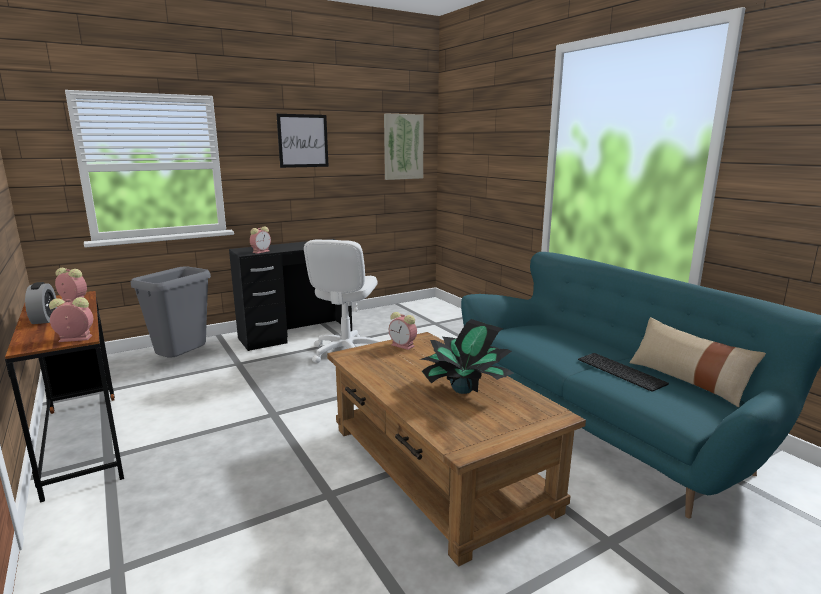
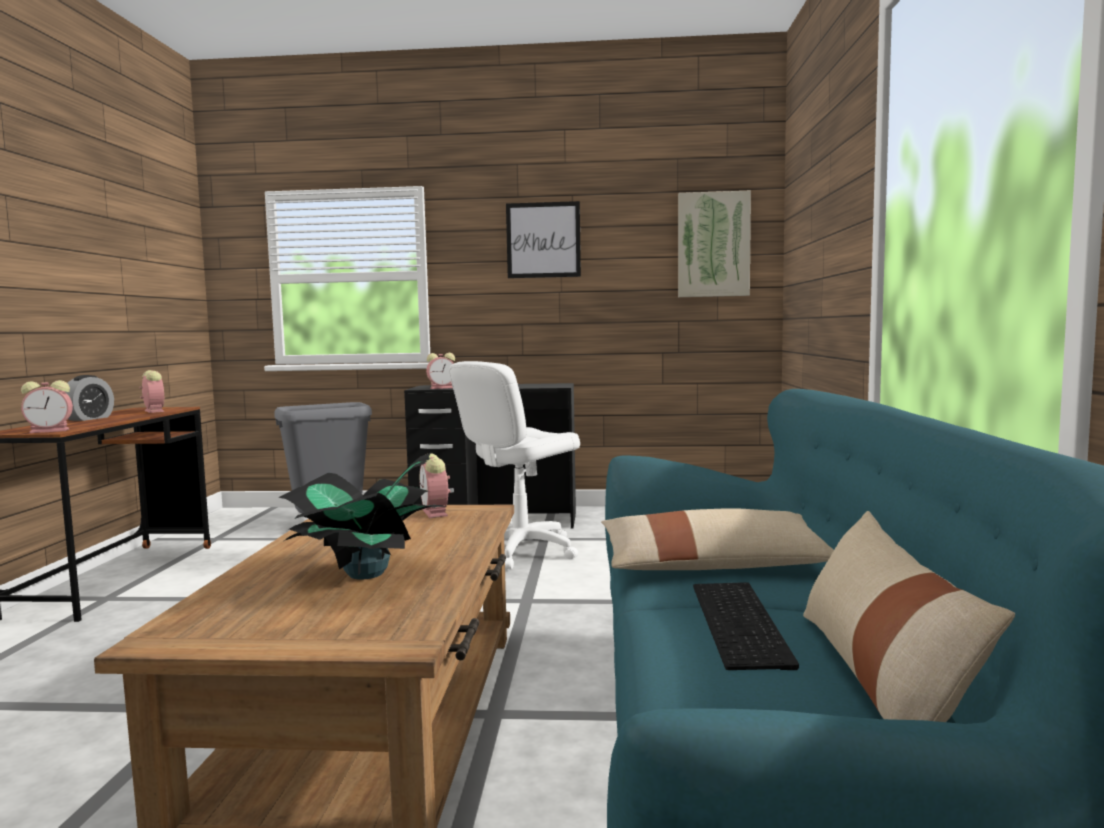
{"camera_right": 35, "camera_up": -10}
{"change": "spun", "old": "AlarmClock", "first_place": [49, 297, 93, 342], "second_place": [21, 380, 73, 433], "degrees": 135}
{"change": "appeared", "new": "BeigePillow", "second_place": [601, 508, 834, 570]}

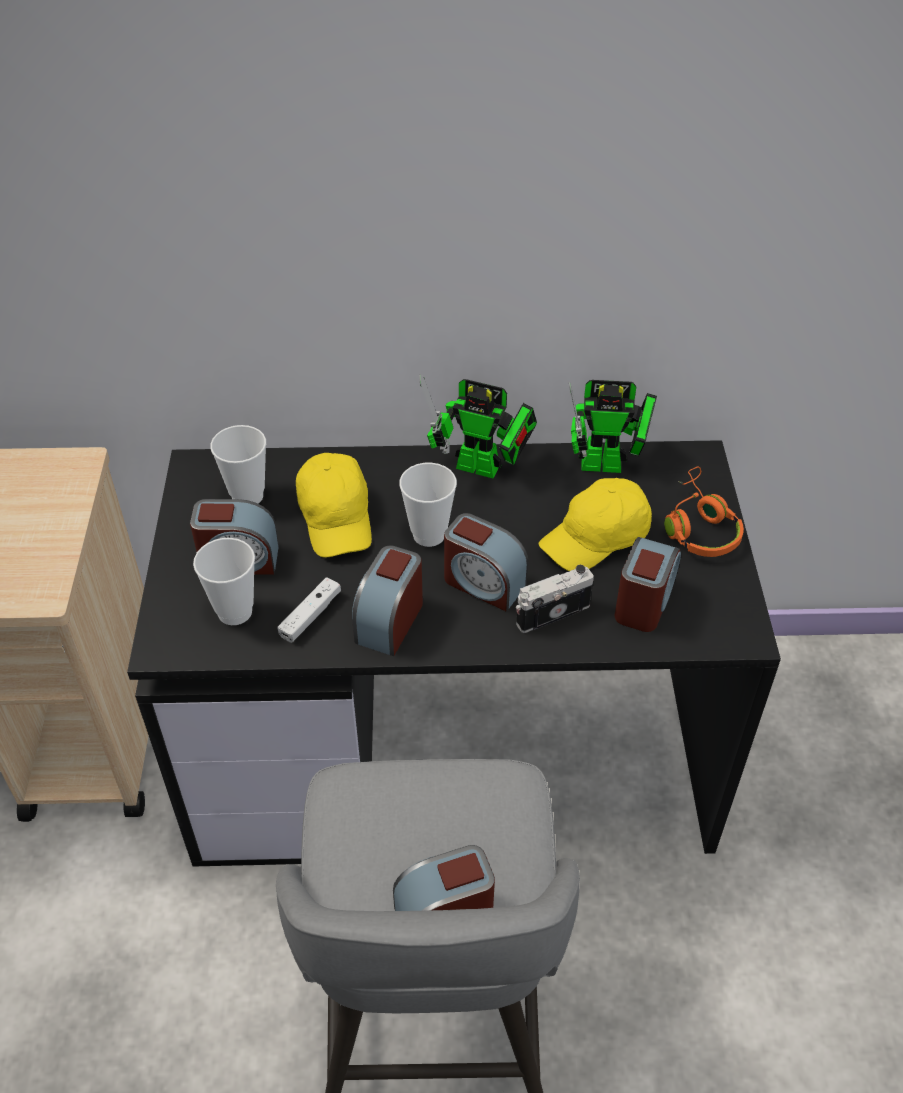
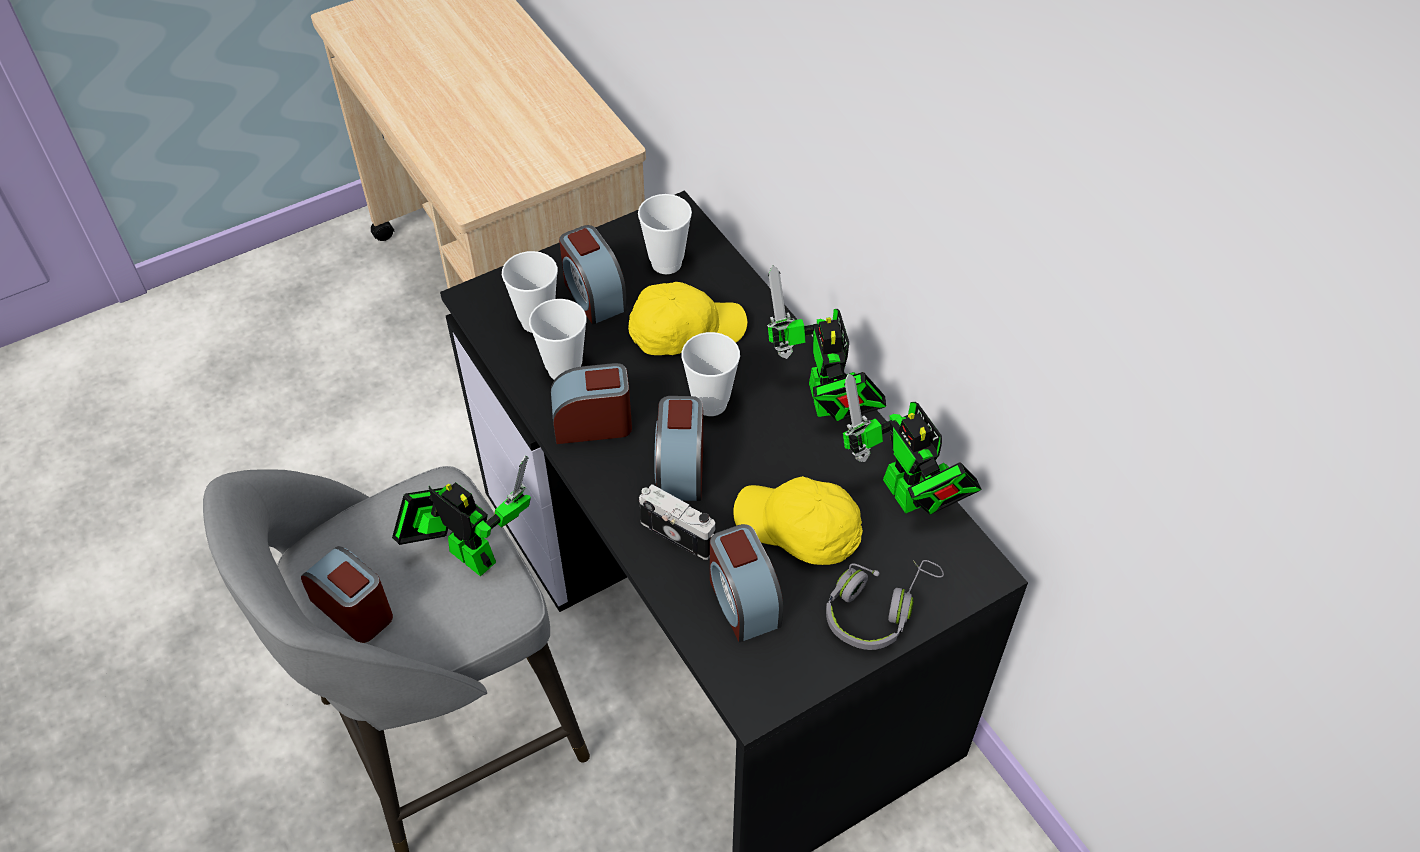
{"camera_right": 60, "camera_up": 5}
{"change": "spun", "old": "YellowCap", "first_place": [296, 453, 372, 558], "second_place": [628, 282, 747, 355], "degrees": -150}
{"change": "colour", "old": "OrangeHeadphones", "new": "GreyHeadphones", "first_place": [664, 467, 744, 557], "second_place": [826, 560, 944, 650]}
{"change": "spun", "old": "AlarmClock", "first_place": [615, 537, 681, 632], "second_place": [710, 524, 783, 642], "degrees": 75}
{"change": "exchanged", "old": "WhiteGameController", "new": "Cup", "first_place": [277, 577, 341, 643], "second_place": [529, 299, 587, 380]}
{"change": "appeared", "new": "ToyRobot", "second_place": [392, 456, 531, 577]}

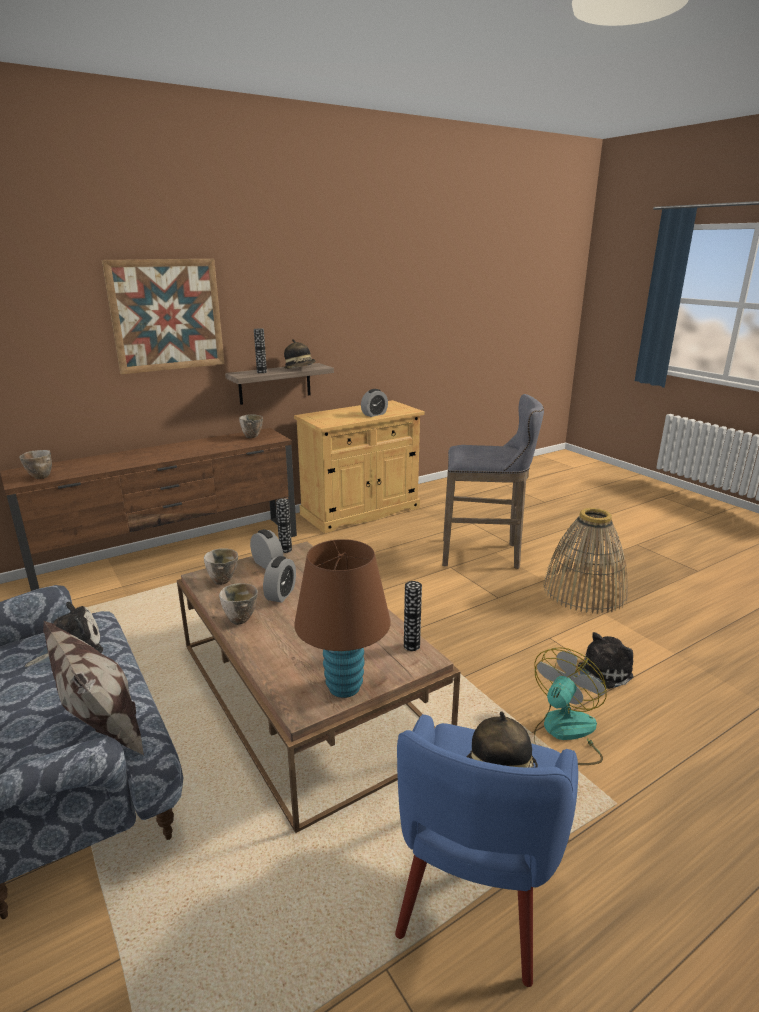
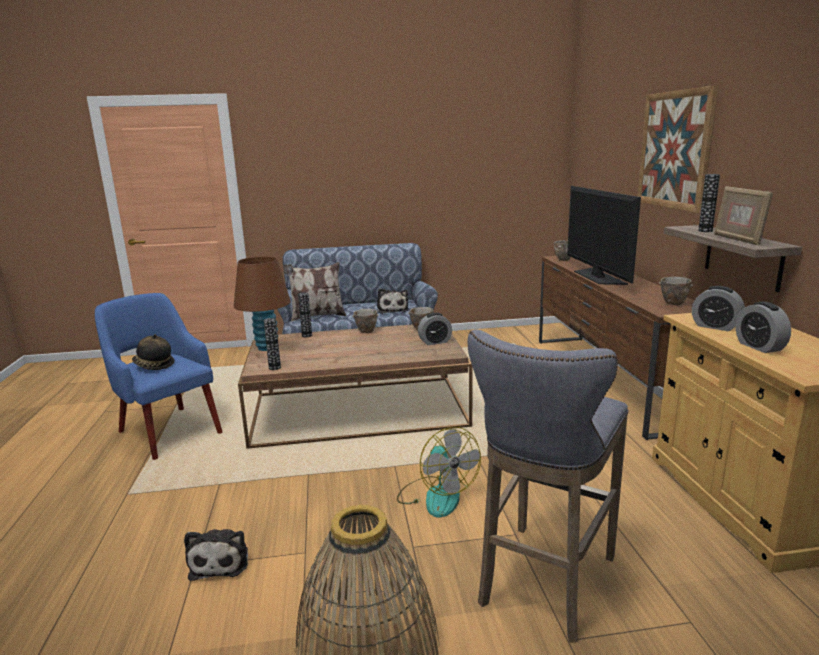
{"camera_right": 115, "camera_up": -5}
{"change": "exchanged", "old": "Hat", "new": "PictureFrame", "first_place": [284, 339, 315, 369], "second_place": [714, 186, 773, 245]}
{"change": "relocated", "old": "Vase", "first_place": [276, 498, 292, 553], "second_place": [298, 292, 312, 337]}
{"change": "relocated", "old": "AlarmClock", "first_place": [263, 556, 296, 603], "second_place": [692, 286, 745, 331]}
{"change": "relocated", "old": "Fan", "first_place": [534, 647, 607, 765], "second_place": [397, 427, 481, 518]}
{"change": "appeared", "new": "Television", "second_place": [567, 186, 641, 285]}

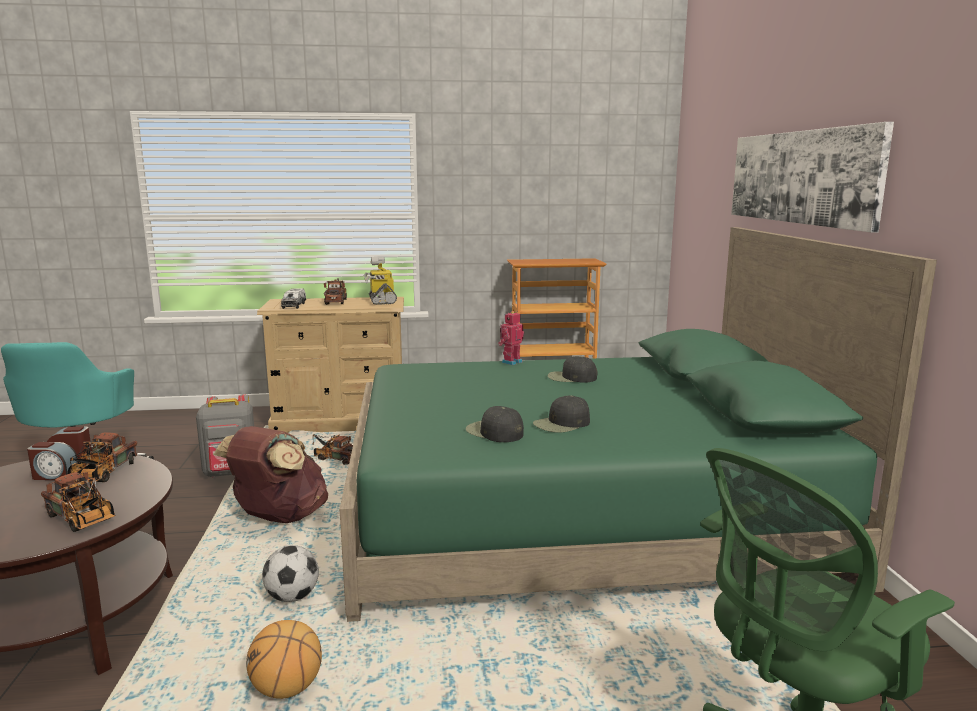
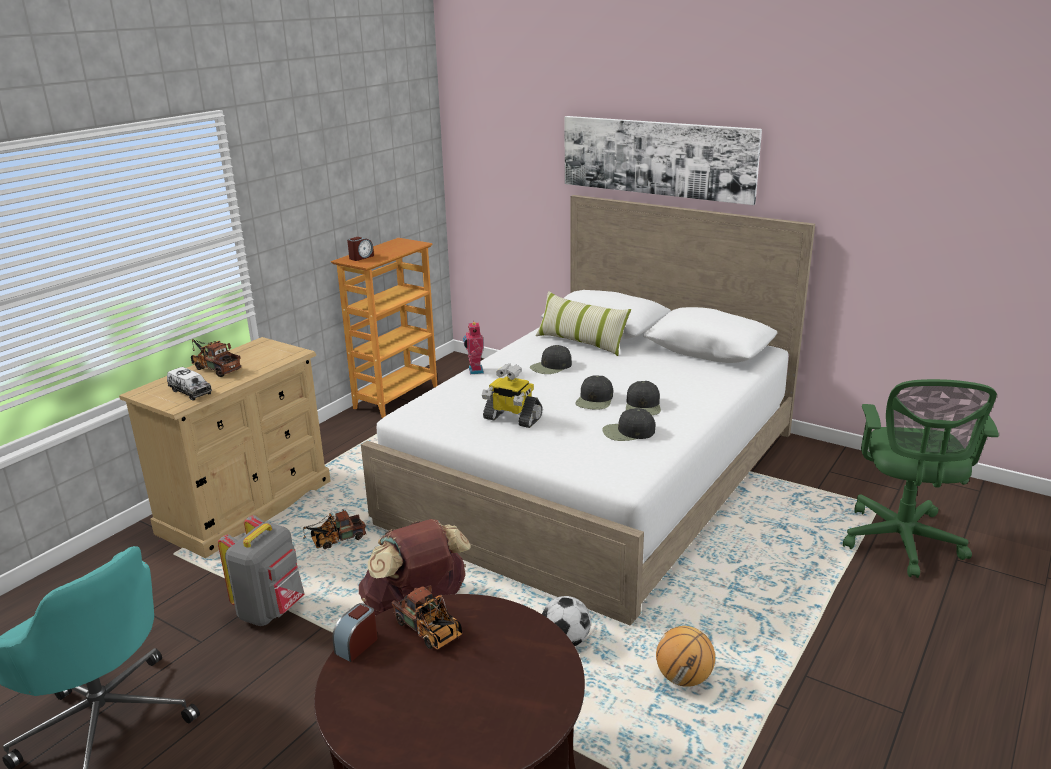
{"camera_right": -50, "camera_up": 10}
{"change": "colour", "old": "GreenBed", "new": "WhiteBed", "first_place": [340, 227, 937, 622], "second_place": [361, 195, 815, 626]}
{"change": "relocated", "old": "ToyRobot", "first_place": [364, 257, 397, 305], "second_place": [482, 364, 543, 428]}
{"change": "relocated", "old": "AlarmClock", "first_place": [27, 442, 78, 480], "second_place": [347, 237, 374, 261]}
{"change": "missing", "old": "ToyTruck", "first_place": [41, 472, 115, 532]}
{"change": "appeared", "new": "Pillow", "second_place": [535, 291, 631, 356]}
{"change": "appeared", "new": "BlackCap", "second_place": [575, 376, 613, 410]}

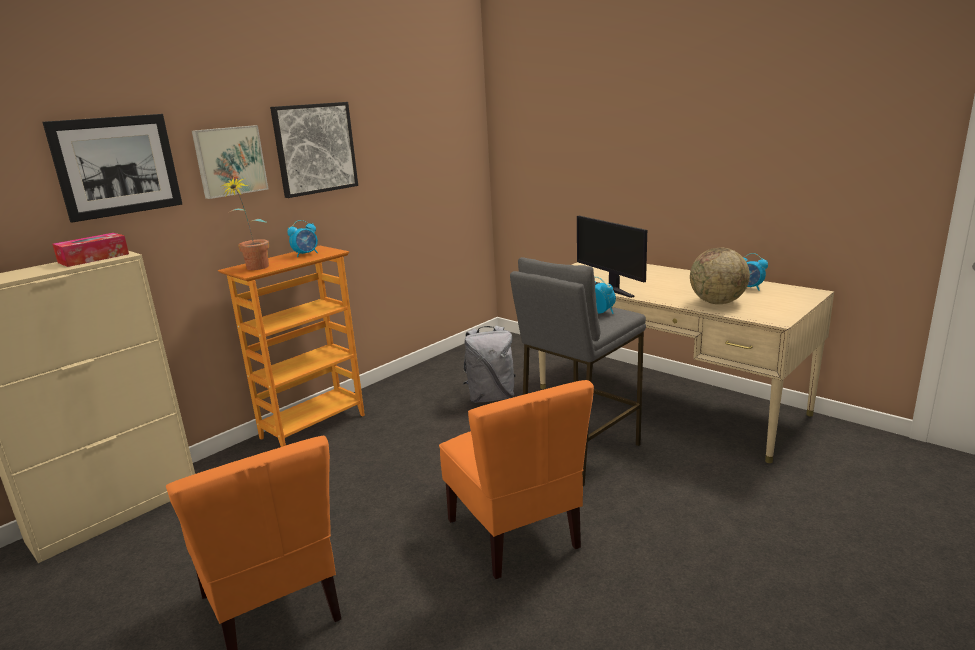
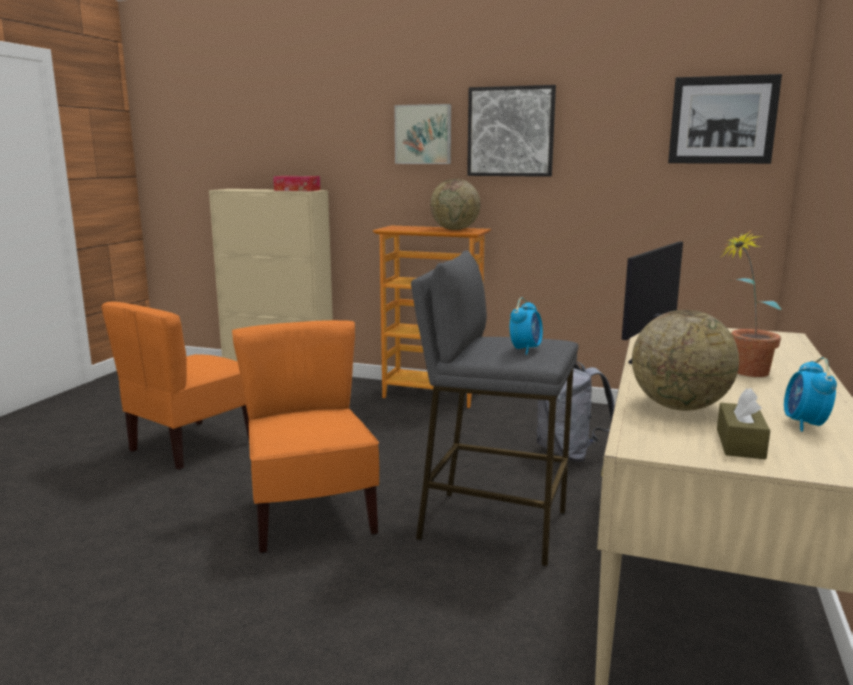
{"camera_right": 65, "camera_up": -5}
{"change": "relocated", "old": "Picture", "first_place": [42, 114, 182, 223], "second_place": [668, 74, 782, 164]}
{"change": "relocated", "old": "PottedPlant", "first_place": [222, 176, 269, 270], "second_place": [721, 230, 781, 377]}
{"change": "exchanged", "old": "AlarmClock", "new": "Globe", "first_place": [287, 220, 318, 257], "second_place": [430, 179, 481, 230]}
{"change": "spun", "old": "OrangeChair", "first_place": [439, 380, 594, 579], "second_place": [232, 320, 379, 553], "degrees": 120}
{"change": "appeared", "new": "BrownTissueBox", "second_place": [717, 388, 770, 459]}

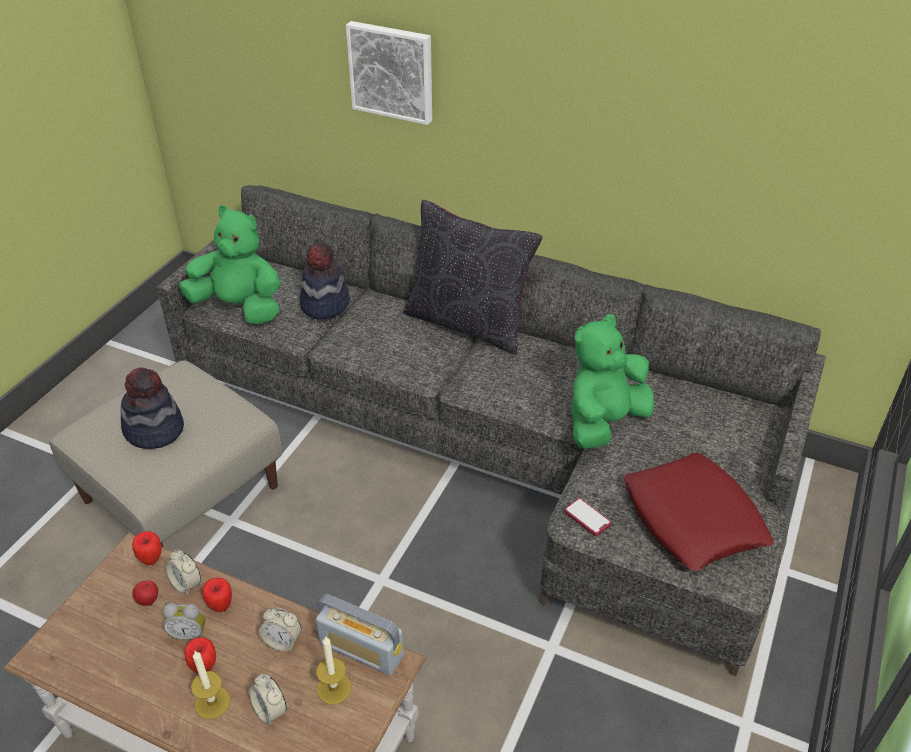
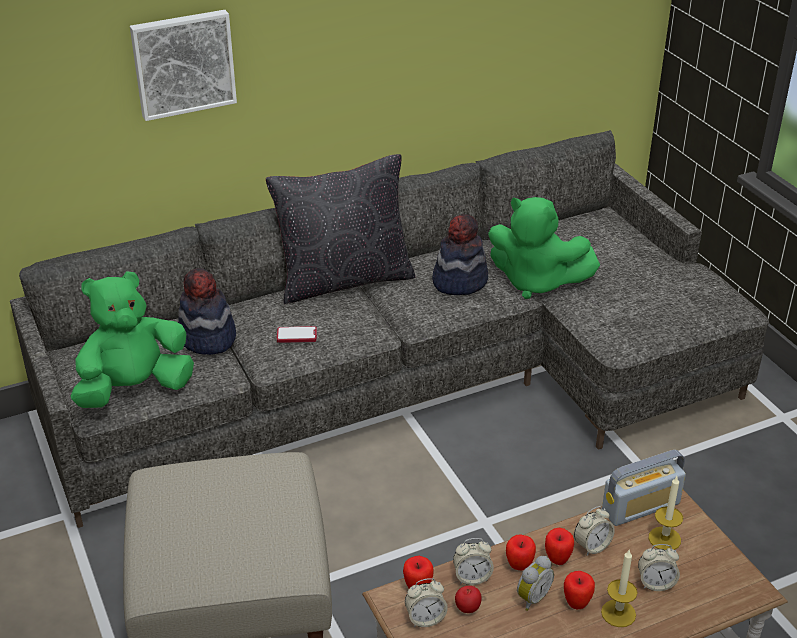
{"camera_right": -50, "camera_up": -5}
{"change": "spun", "old": "GreenPlushToy", "first_place": [571, 314, 654, 449], "second_place": [488, 197, 600, 299], "degrees": -60}
{"change": "relocated", "old": "Hat", "first_place": [120, 368, 184, 449], "second_place": [432, 214, 488, 295]}
{"change": "missing", "old": "RedPillow", "first_place": [624, 453, 774, 571]}
{"change": "relocated", "old": "Phone", "first_place": [564, 498, 611, 536], "second_place": [277, 326, 317, 343]}
{"change": "appeared", "new": "Apple", "second_place": [545, 528, 574, 565]}
{"change": "appeared", "new": "AlarmClock", "second_place": [405, 578, 448, 627]}

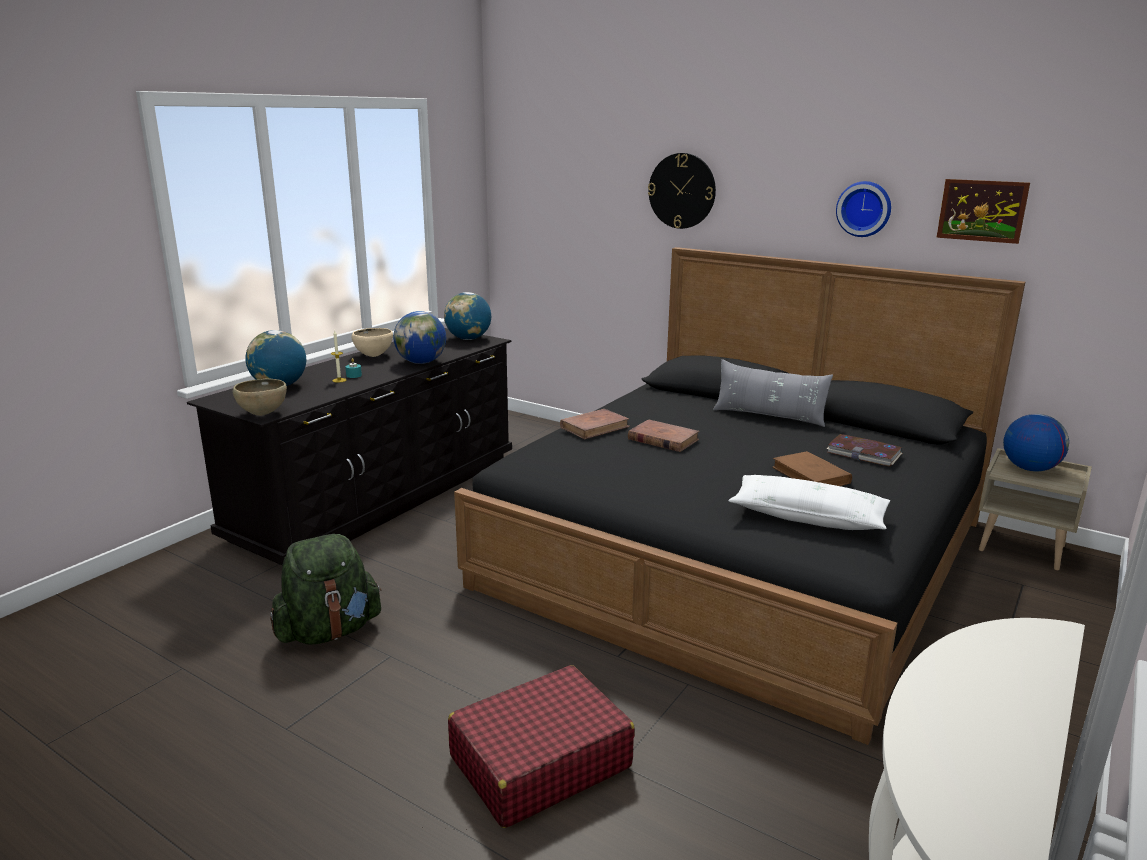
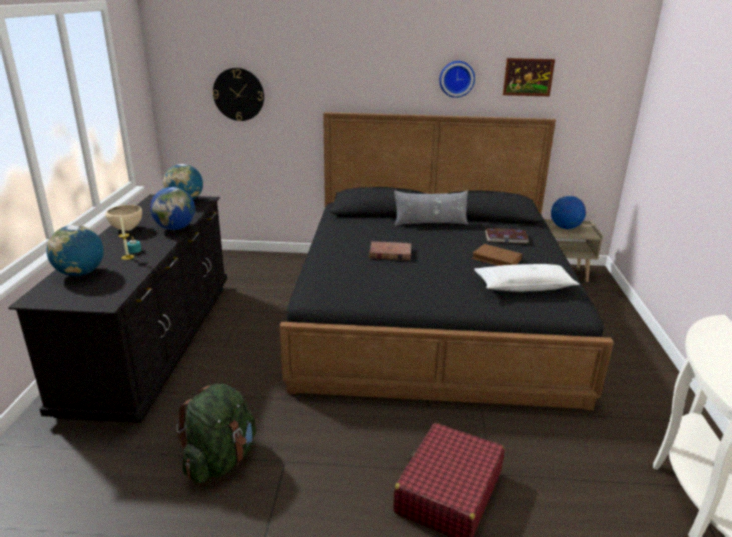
{"camera_right": -30, "camera_up": 5}
{"change": "relocated", "old": "WallClock", "first_place": [648, 153, 716, 229], "second_place": [213, 68, 264, 121]}
{"change": "missing", "old": "BrownBowl", "first_place": [233, 379, 287, 416]}
{"change": "missing", "old": "BrownBook", "first_place": [560, 409, 630, 439]}

